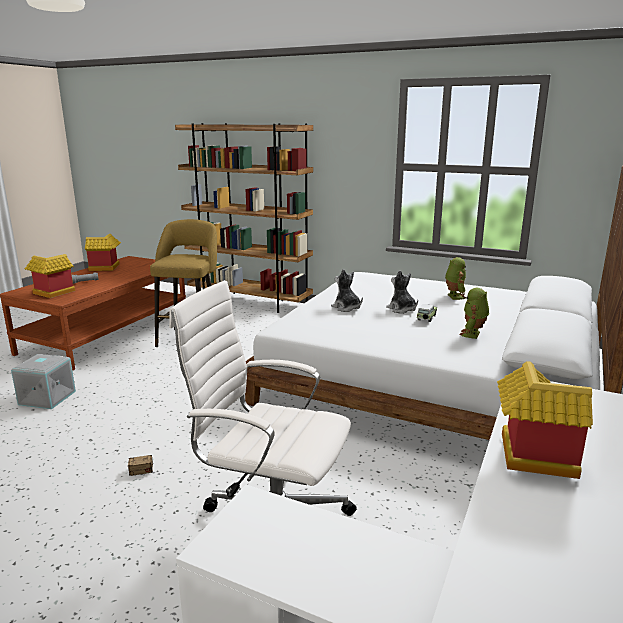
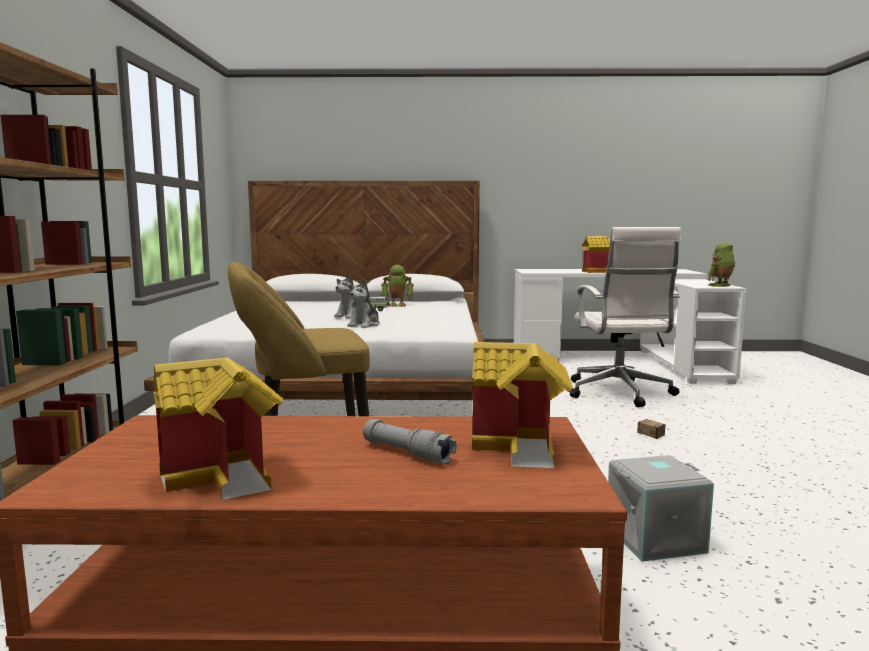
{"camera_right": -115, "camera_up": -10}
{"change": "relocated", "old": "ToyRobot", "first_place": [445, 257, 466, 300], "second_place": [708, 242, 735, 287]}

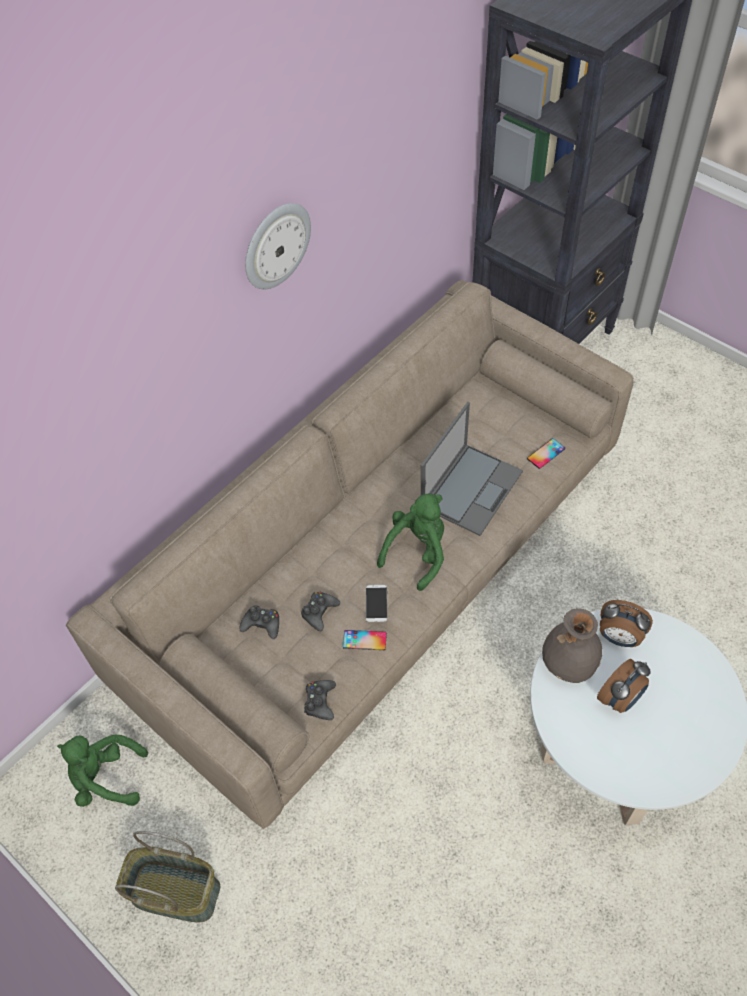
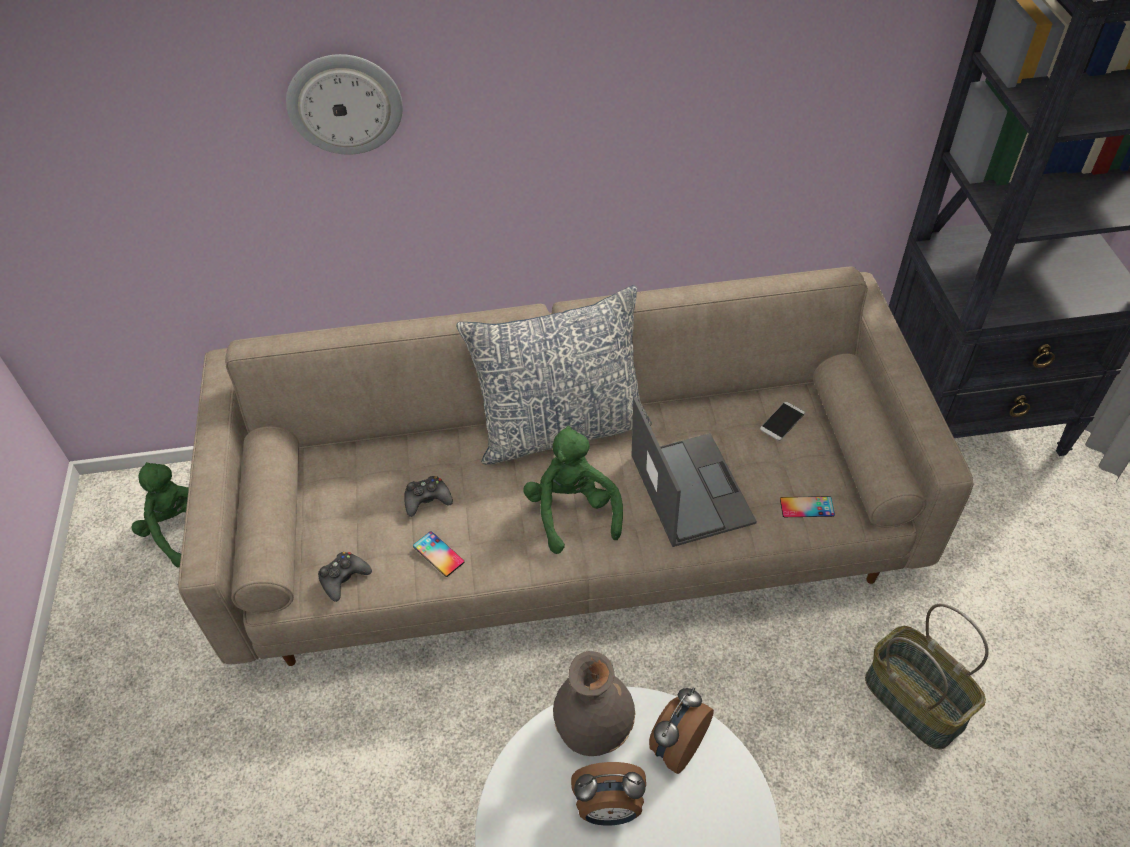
{"camera_right": 40, "camera_up": -5}
{"change": "relocated", "old": "WallClock", "first_place": [245, 203, 311, 289], "second_place": [286, 54, 403, 155]}
{"change": "spun", "old": "Laptop", "first_place": [421, 402, 523, 536], "second_place": [631, 397, 757, 547], "degrees": -90}
{"change": "spun", "old": "GreenPlushToy", "first_place": [377, 493, 444, 591], "second_place": [523, 426, 623, 554], "degrees": -90}
{"change": "relocated", "old": "Phone", "first_place": [366, 585, 387, 622], "second_place": [760, 402, 805, 440]}
{"change": "spun", "old": "AlarmClock", "first_place": [600, 600, 653, 647], "second_place": [649, 688, 714, 774], "degrees": 60}
{"change": "missing", "old": "BlackGameController", "first_place": [239, 605, 279, 639]}
{"change": "relocated", "old": "Basket", "first_place": [115, 831, 221, 923], "second_place": [865, 604, 989, 749]}
{"change": "appeared", "new": "Pillow", "second_place": [456, 285, 652, 465]}

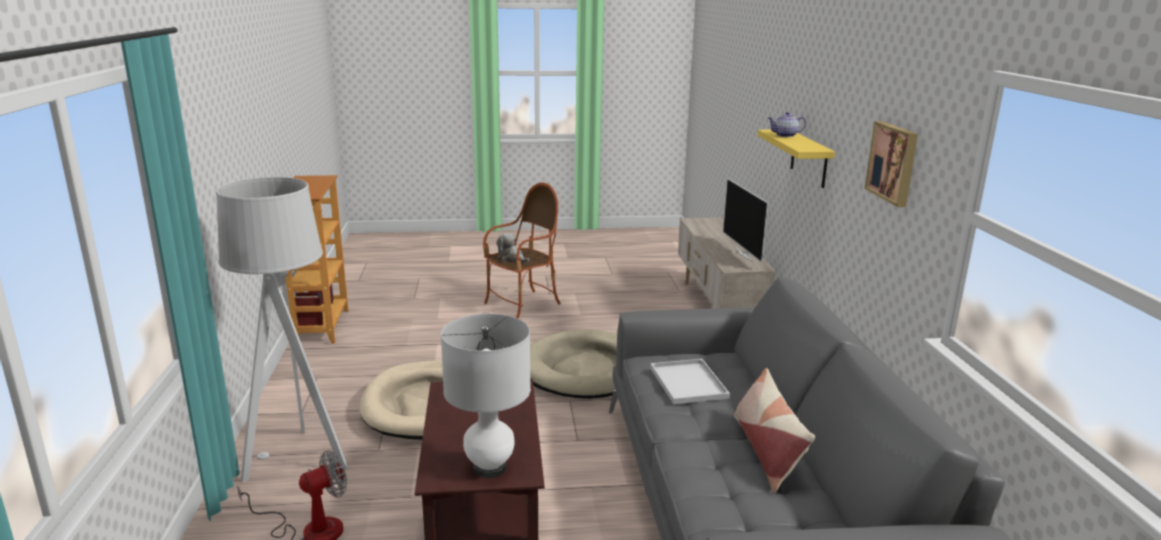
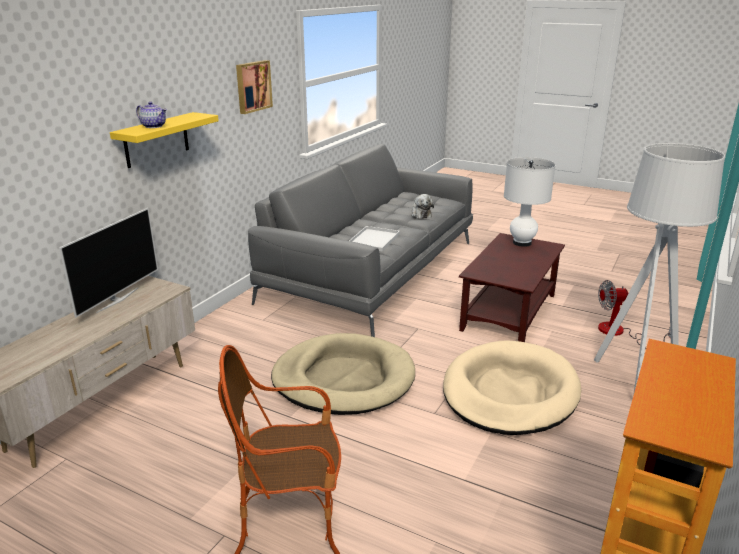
{"camera_right": -145, "camera_up": 5}
{"change": "relocated", "old": "PlushToy", "first_place": [496, 233, 529, 263], "second_place": [411, 194, 434, 219]}
{"change": "missing", "old": "Pillow", "first_place": [733, 368, 815, 493]}

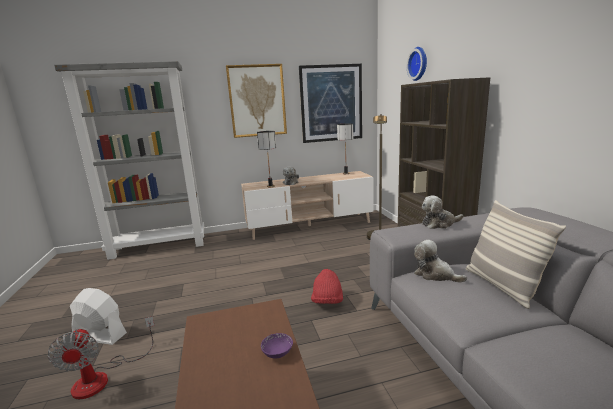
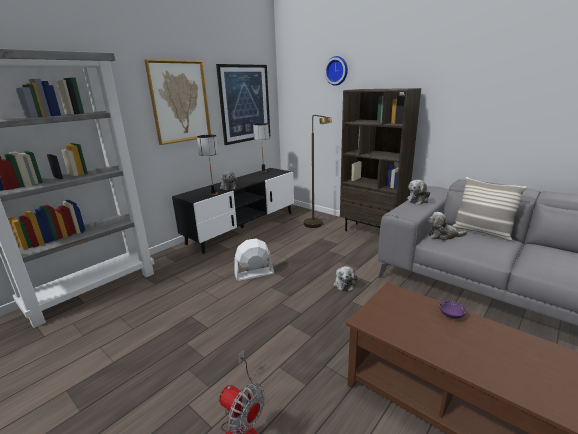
{"camera_right": -35, "camera_up": 5}
{"change": "colour", "old": "BeigeTvStand", "new": "BlackTvStand", "first_place": [241, 171, 374, 240], "second_place": [172, 168, 294, 254]}
{"change": "exchanged", "old": "RedHat", "new": "PlushToy", "first_place": [311, 269, 343, 304], "second_place": [333, 266, 357, 291]}
{"change": "relocated", "old": "WhiteFan", "first_place": [70, 288, 127, 345], "second_place": [234, 238, 274, 281]}

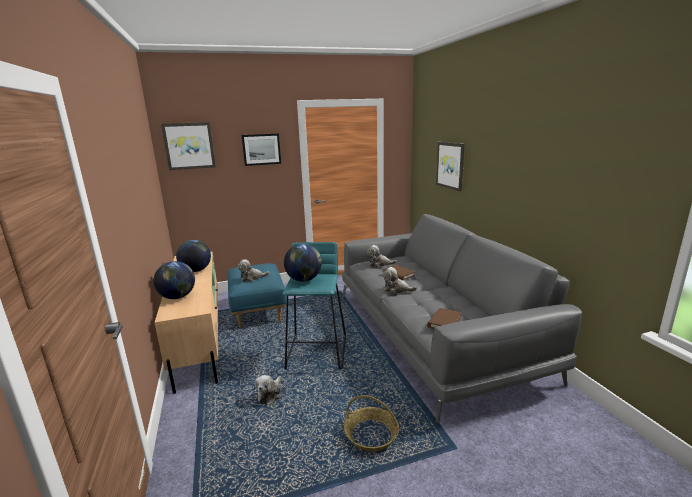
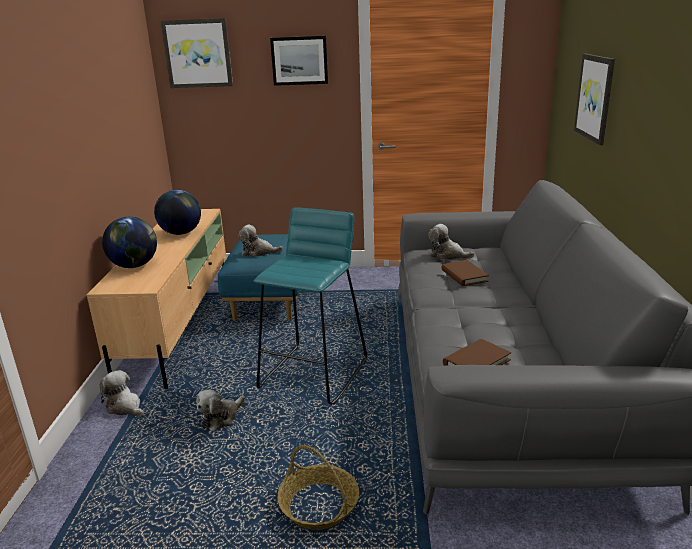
{"camera_right": 20, "camera_up": 5}
{"change": "missing", "old": "Globe", "first_place": [284, 244, 322, 282]}
{"change": "relocated", "old": "PlushToy", "first_place": [383, 267, 417, 293], "second_place": [100, 370, 144, 417]}

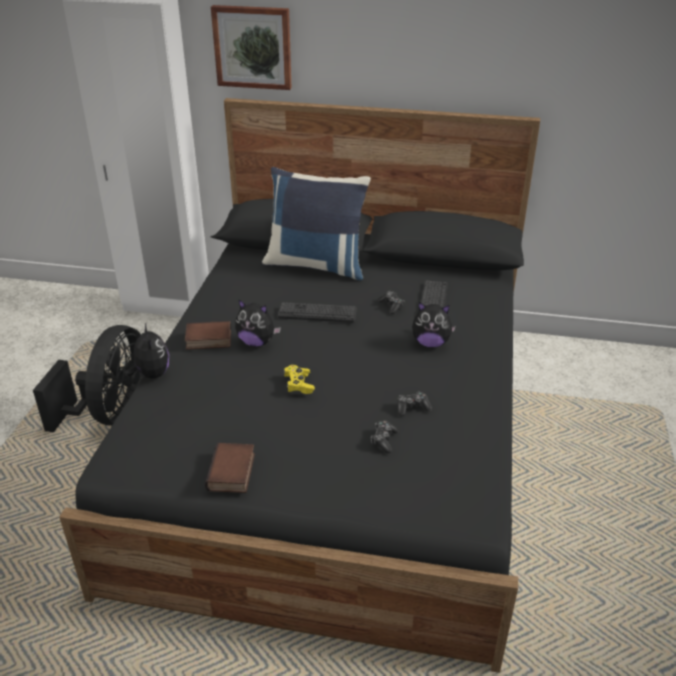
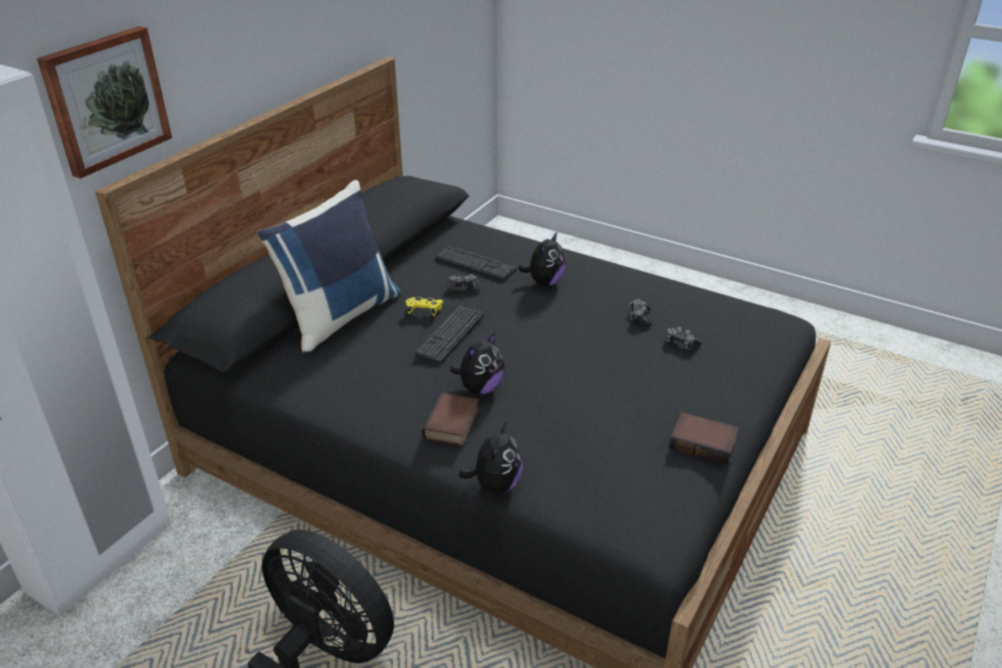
{"camera_right": -70, "camera_up": 0}
{"change": "spun", "old": "PlushToy", "first_place": [125, 324, 169, 378], "second_place": [459, 421, 523, 495], "degrees": 105}
{"change": "relocated", "old": "YellowGameController", "first_place": [283, 365, 315, 394], "second_place": [406, 296, 443, 316]}

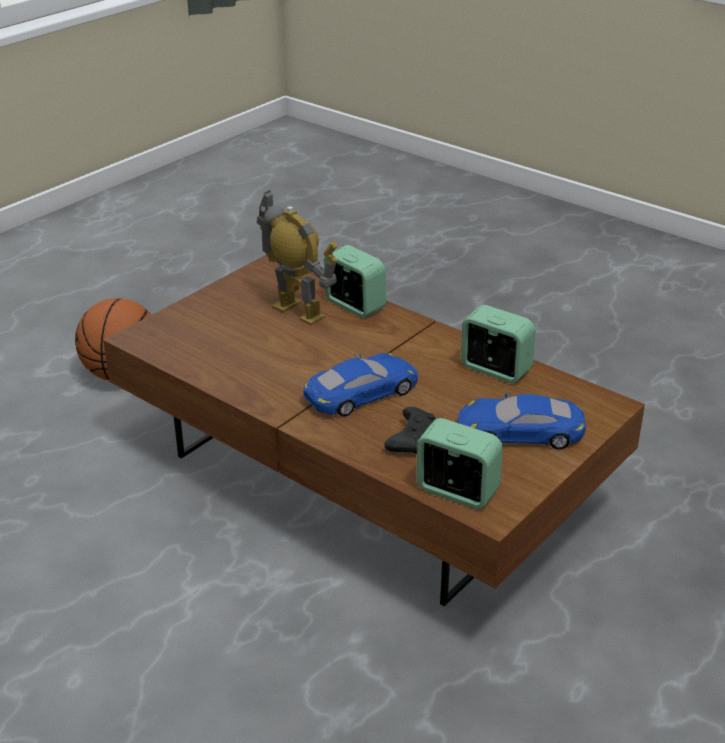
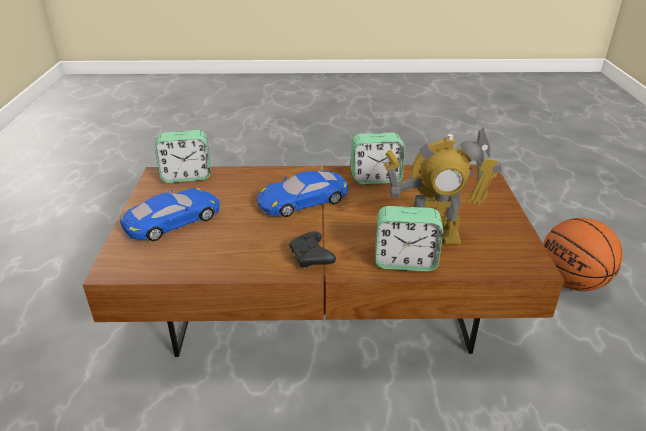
{"camera_right": 140, "camera_up": 0}
{"change": "relocated", "old": "AlarmClock", "first_place": [461, 305, 536, 383], "second_place": [351, 132, 405, 185]}
{"change": "spun", "old": "BlueToyCar", "first_place": [303, 353, 418, 417], "second_place": [257, 171, 348, 217], "degrees": 45}
{"change": "relocated", "old": "BlackGameController", "first_place": [384, 407, 436, 454], "second_place": [289, 231, 336, 268]}

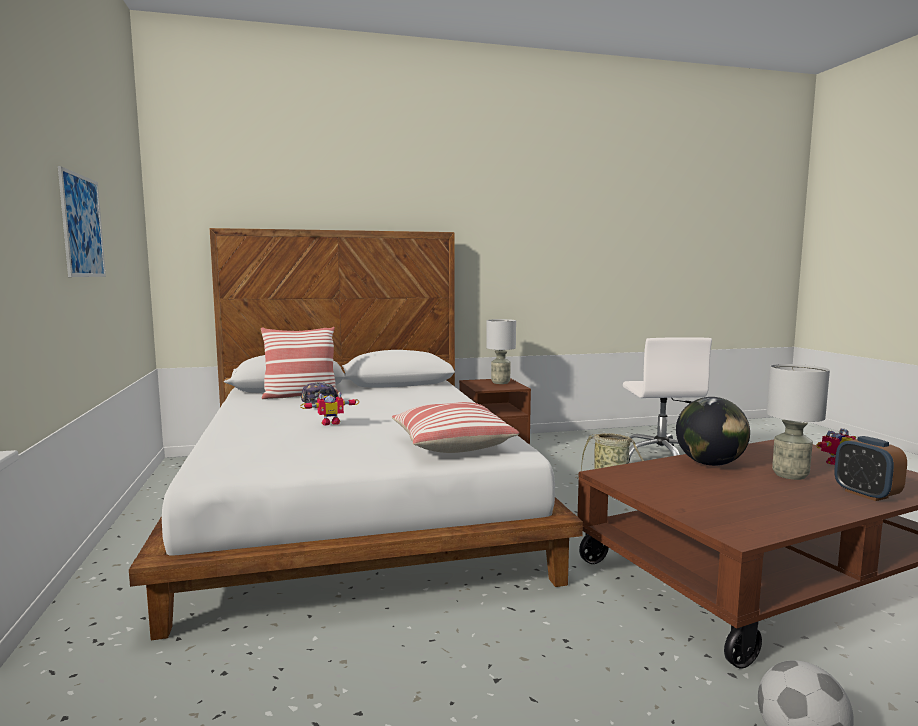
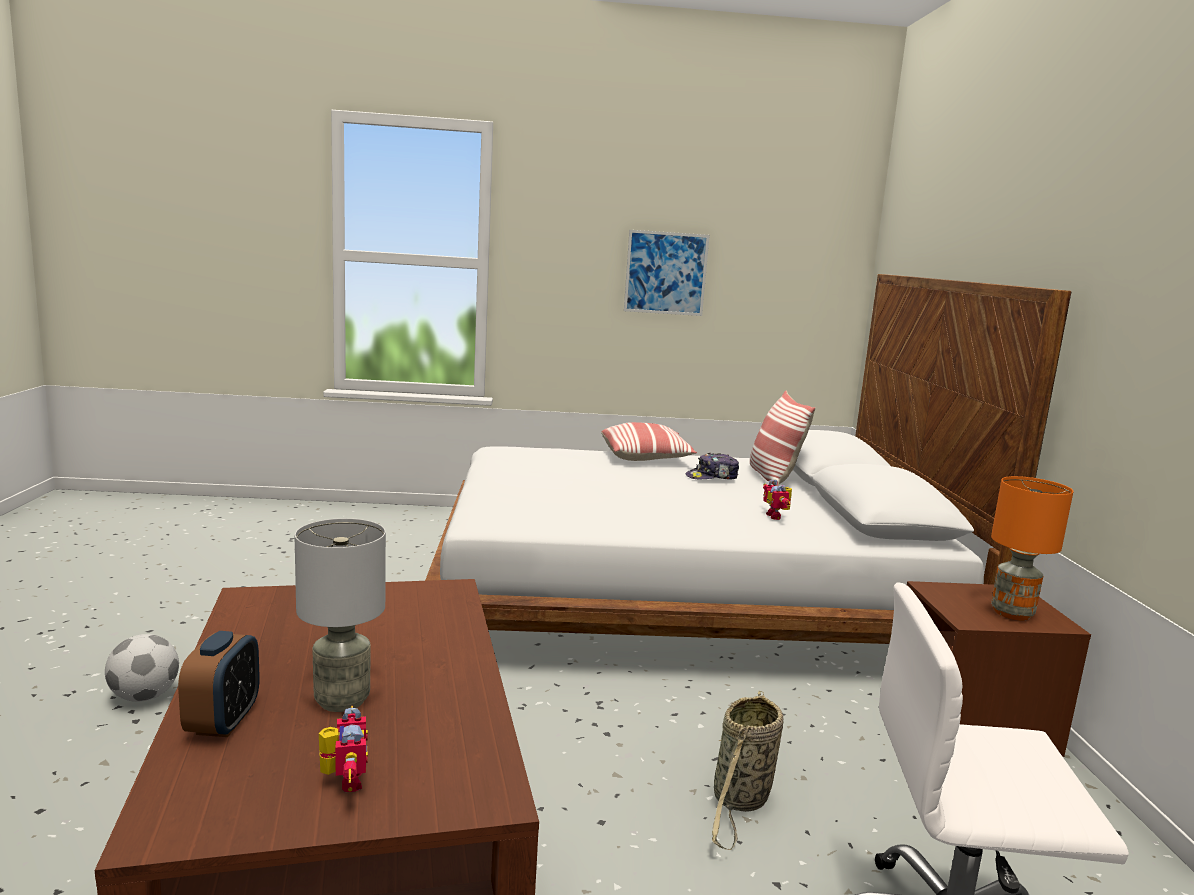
{"camera_right": 100, "camera_up": 5}
{"change": "colour", "old": "GreyTableLamp", "new": "OrangeTableLamp", "first_place": [486, 319, 516, 384], "second_place": [991, 476, 1074, 620]}
{"change": "relocated", "old": "ToyRobot", "first_place": [300, 392, 359, 426], "second_place": [763, 479, 792, 520]}
{"change": "missing", "old": "Globe", "first_place": [676, 397, 750, 466]}
{"change": "relocated", "old": "Pillow", "first_place": [392, 402, 519, 453], "second_place": [601, 422, 697, 461]}
{"change": "spun", "old": "AlarmClock", "first_place": [834, 436, 907, 501], "second_place": [178, 631, 260, 737], "degrees": 105}

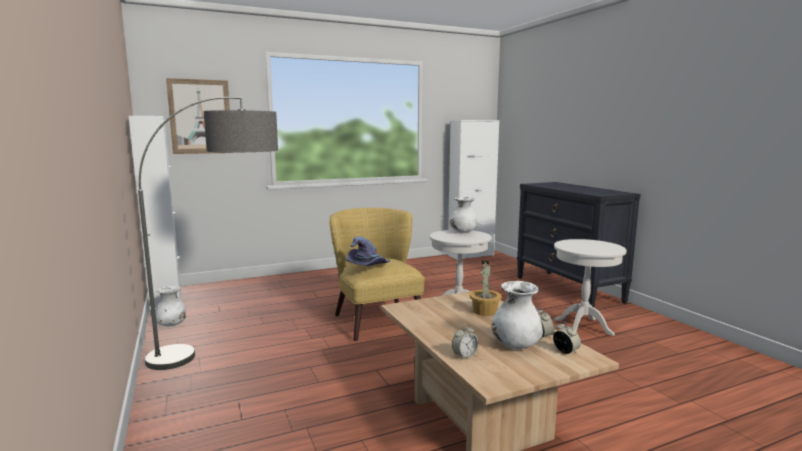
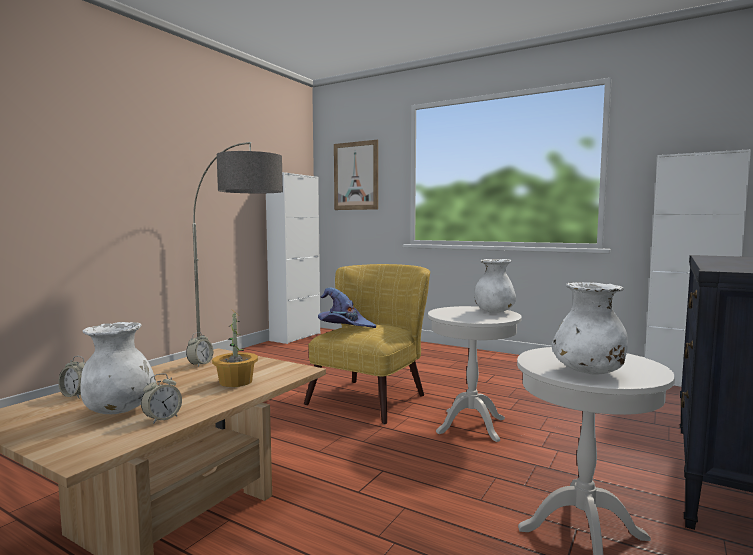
{"camera_right": 55, "camera_up": -5}
{"change": "relocated", "old": "WhiteVase", "first_place": [155, 286, 186, 326], "second_place": [552, 282, 628, 375]}
{"change": "relocated", "old": "AlarmClock", "first_place": [553, 321, 581, 354], "second_place": [186, 332, 213, 367]}

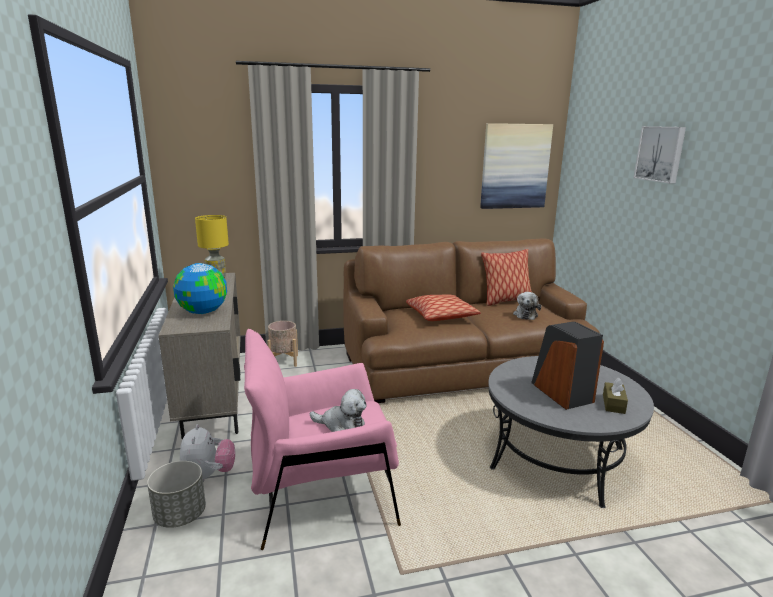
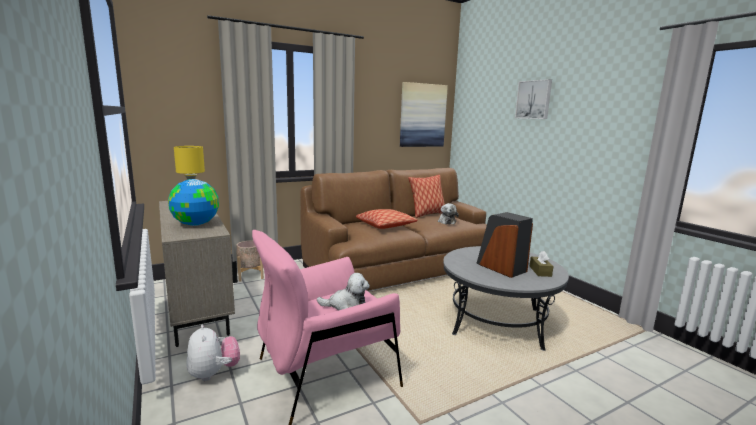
{"camera_right": -15, "camera_up": -5}
{"change": "missing", "old": "GreyPlanter", "first_place": [147, 461, 206, 528]}

